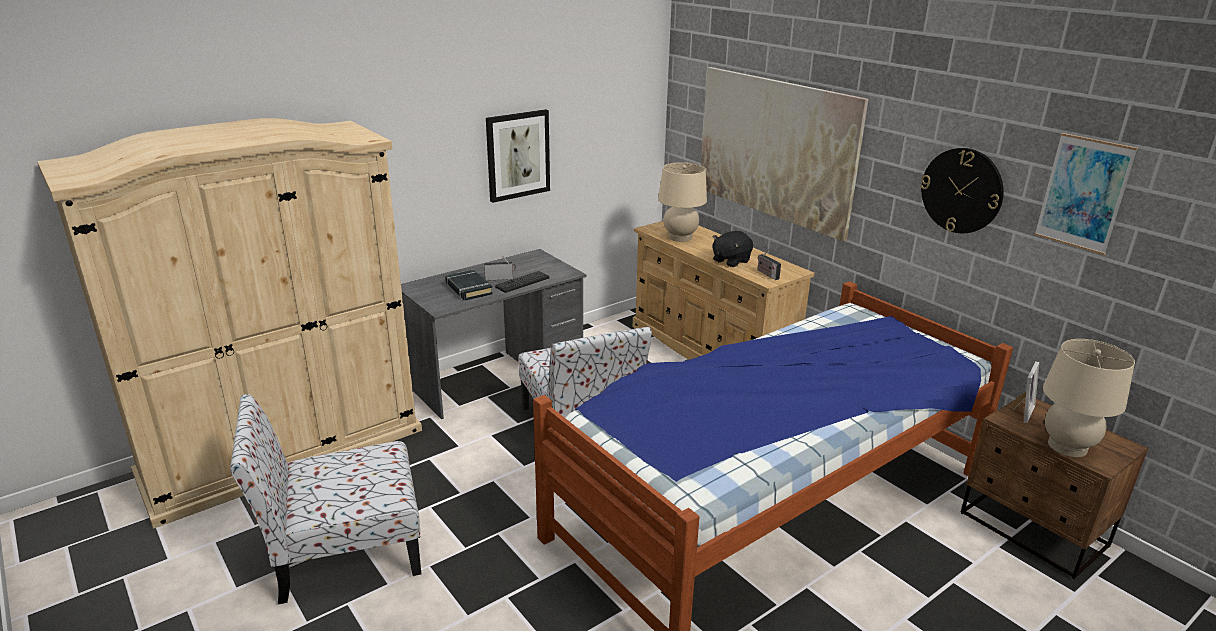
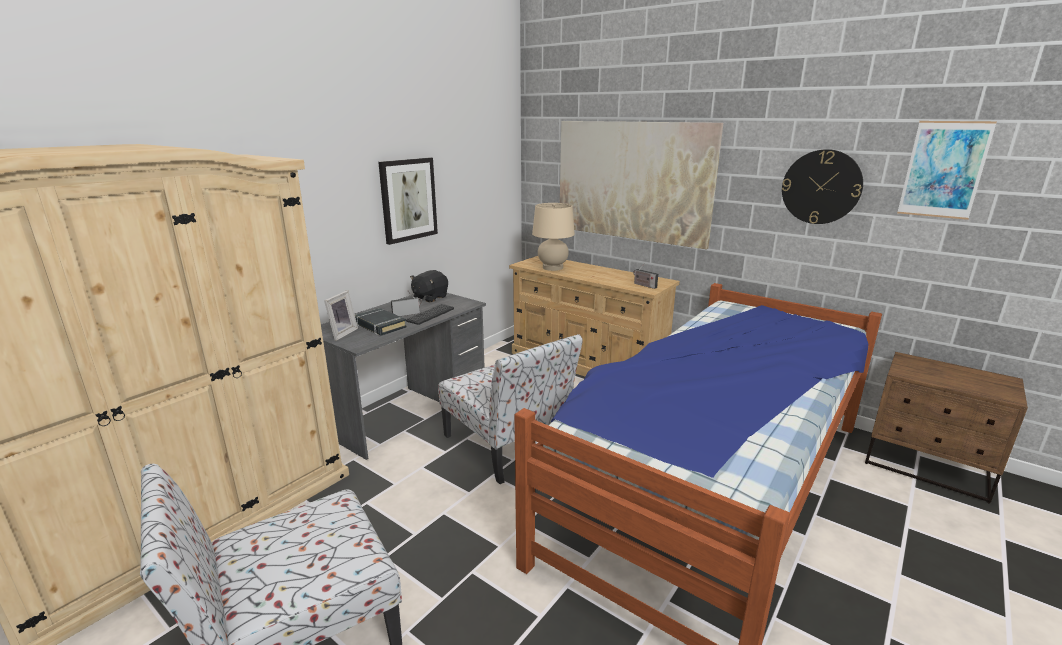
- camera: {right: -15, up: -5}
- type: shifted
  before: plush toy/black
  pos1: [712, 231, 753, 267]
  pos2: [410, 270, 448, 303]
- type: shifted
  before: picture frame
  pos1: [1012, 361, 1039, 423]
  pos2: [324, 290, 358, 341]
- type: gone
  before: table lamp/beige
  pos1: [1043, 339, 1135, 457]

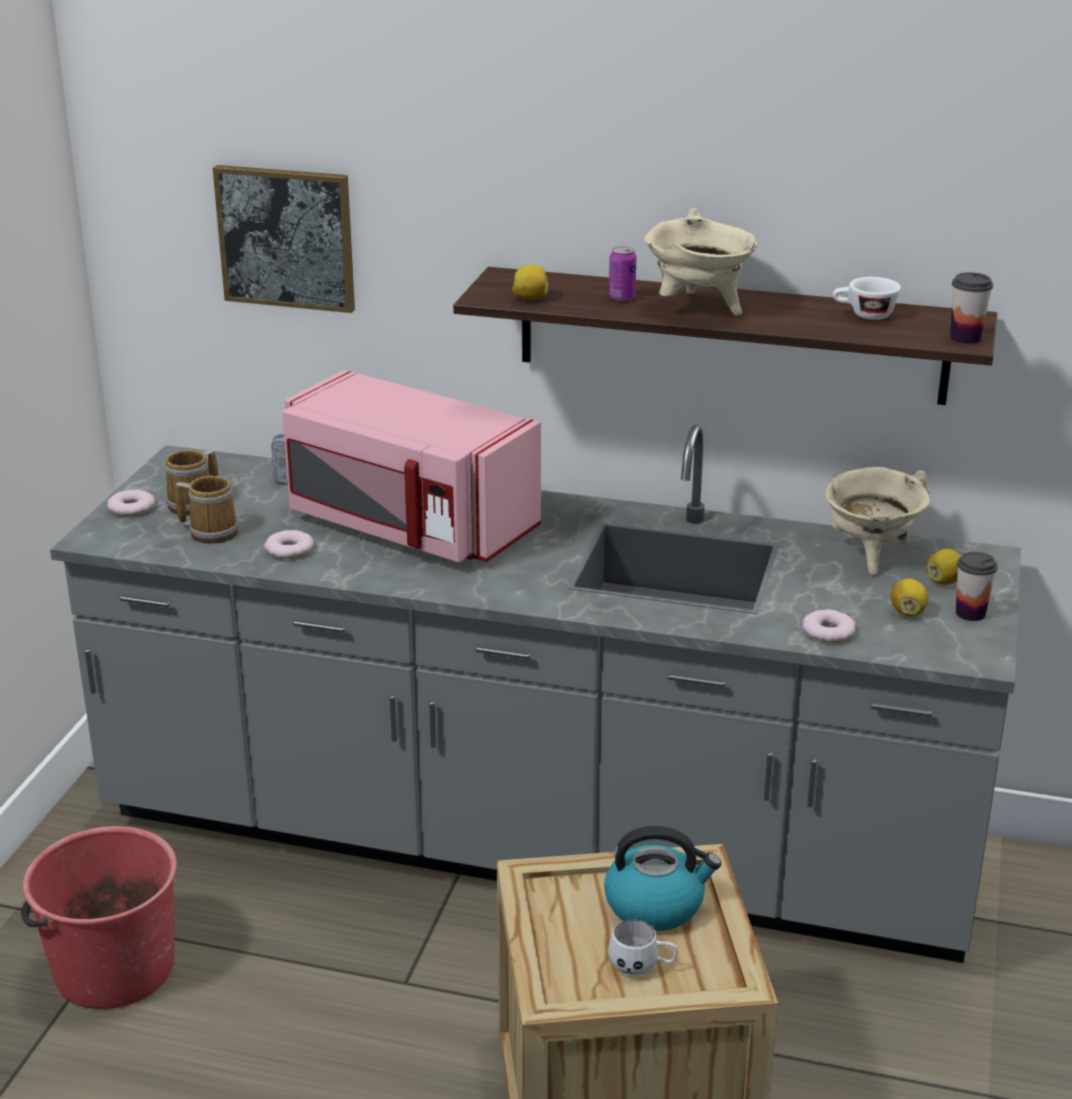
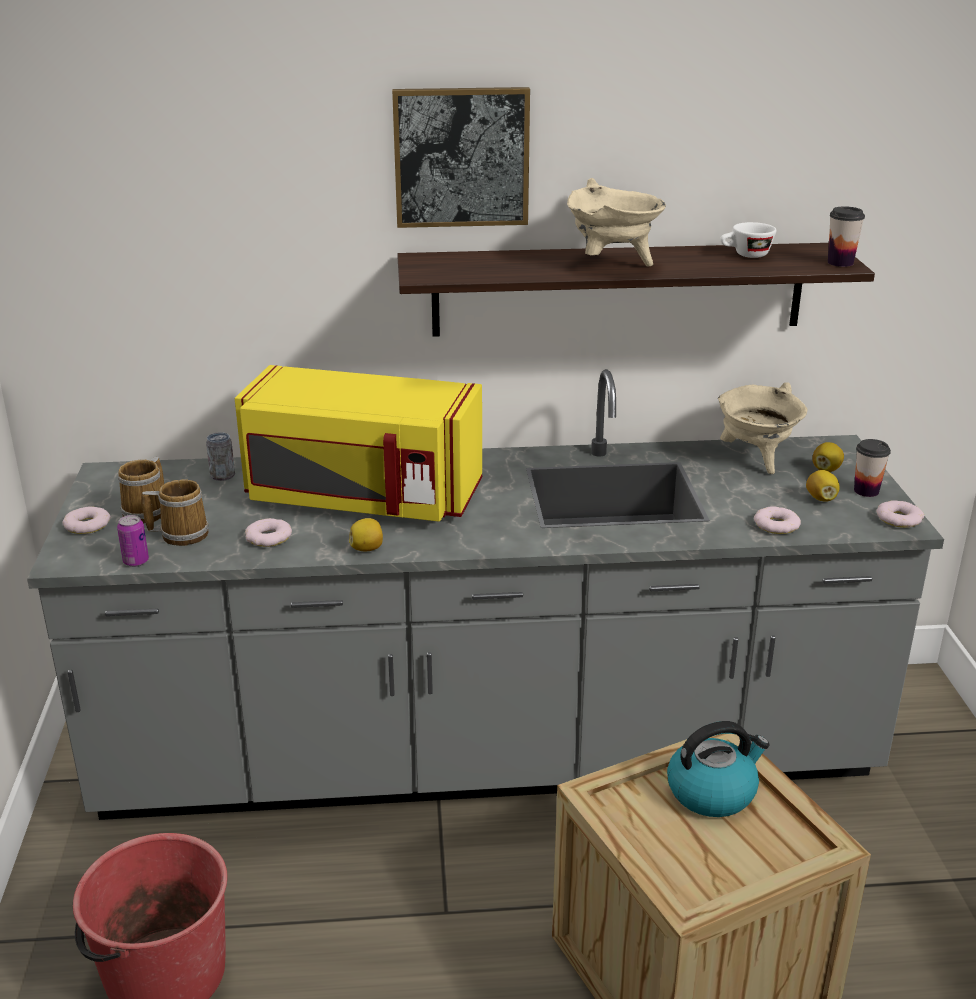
- camera: {right: -20, up: 0}
- type: shifted
  before: picture
  pos1: [213, 165, 355, 313]
  pos2: [392, 87, 530, 228]
- type: repainted
  before: microwave/pink
  after: microwave/yellow
  pos1: [282, 370, 541, 563]
  pos2: [235, 365, 482, 522]
- type: shifted
  before: lemon
  pos1: [513, 265, 548, 300]
  pos2: [349, 518, 383, 551]
- type: gone
  before: mug/white
  pos1: [608, 920, 678, 975]
- type: shifted
  before: can
  pos1: [609, 246, 636, 302]
  pos2: [117, 515, 149, 567]
- type: new
  after: donut
  pos2: [876, 500, 924, 528]

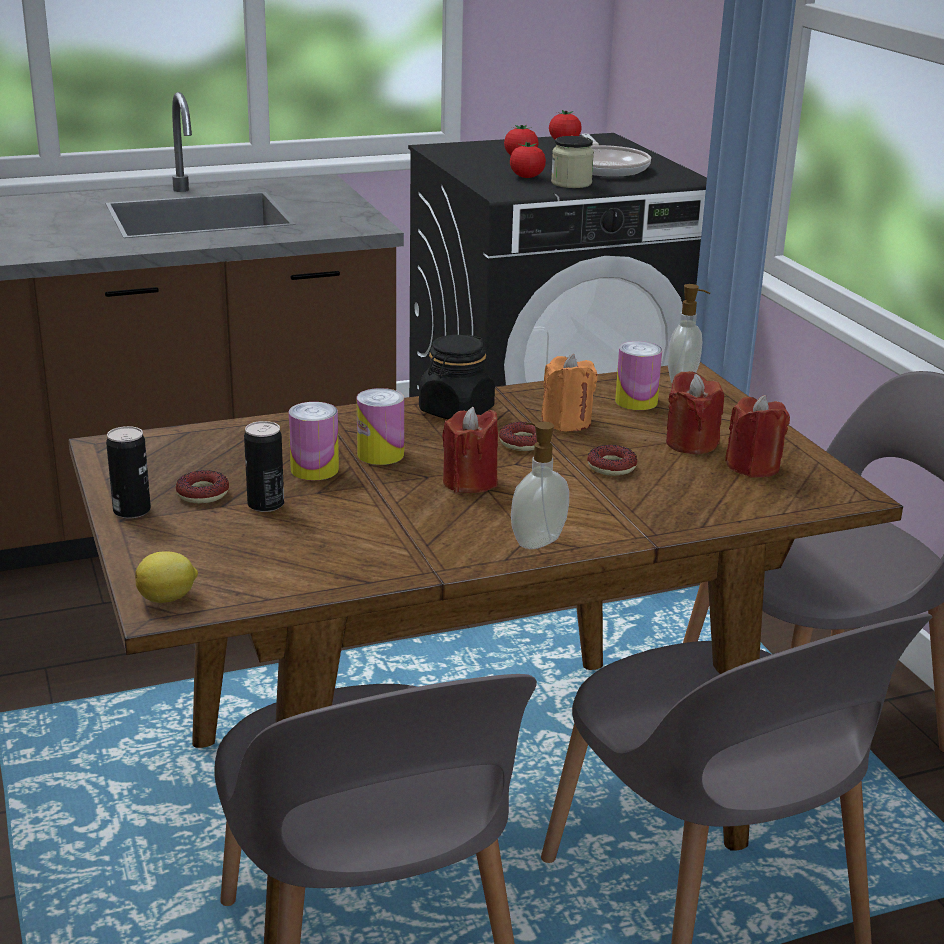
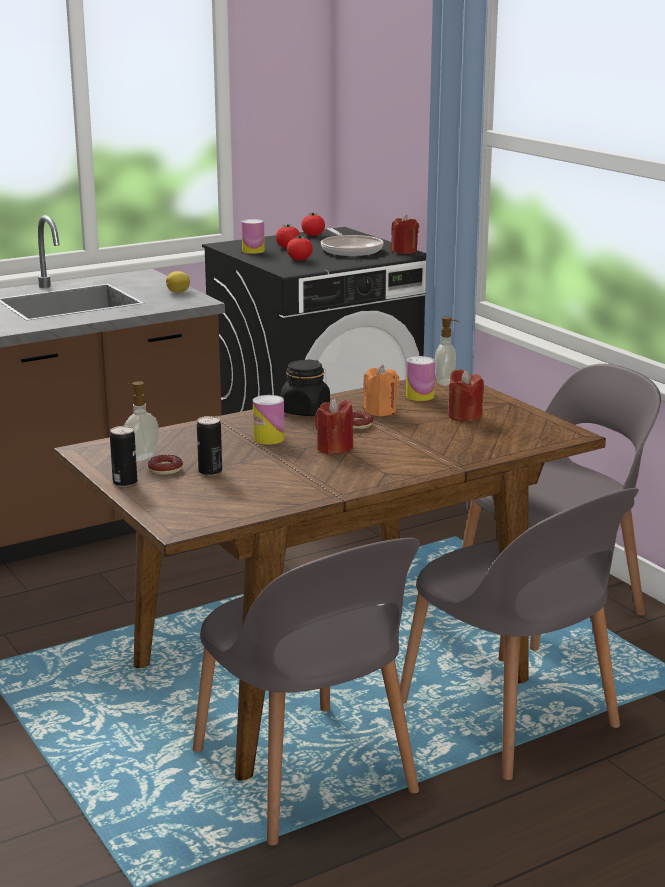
- camera: {right: -10, up: -5}
- type: shifted
  before: lemon
  pos1: [135, 551, 198, 603]
  pos2: [166, 271, 190, 293]
- type: shifted
  before: can
  pos1: [289, 402, 339, 480]
  pos2: [241, 219, 265, 254]
- type: shifted
  before: soap dispenser
  pos1: [511, 422, 569, 549]
  pos2: [124, 381, 159, 461]
- type: gone
  before: jar
  pos1: [551, 136, 594, 188]
- type: gone
  before: donut
  pos1: [587, 445, 637, 476]
- type: shifted
  before: candle/red
  pos1: [725, 395, 790, 478]
  pos2: [391, 214, 419, 254]

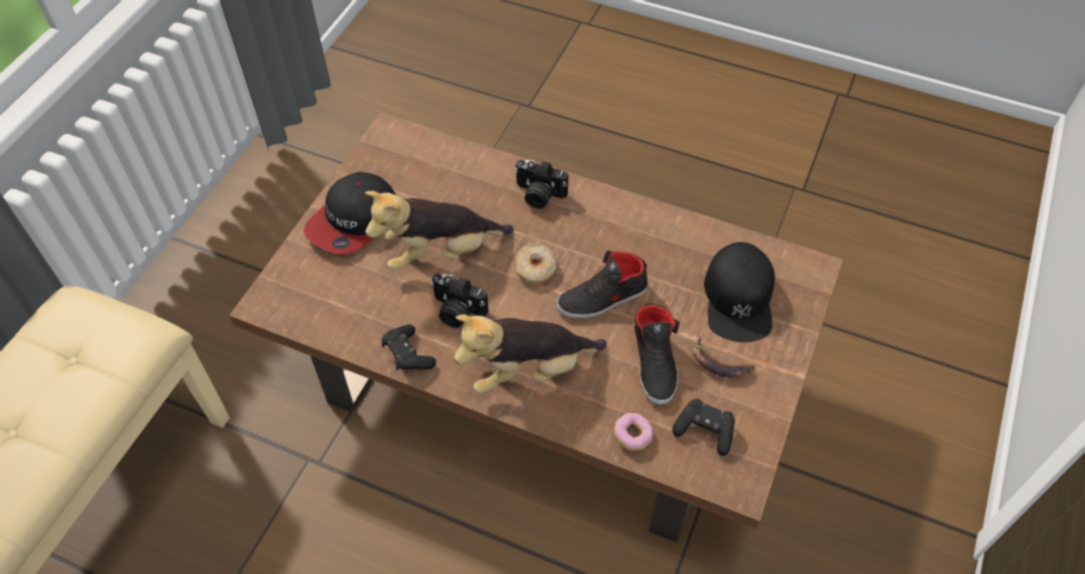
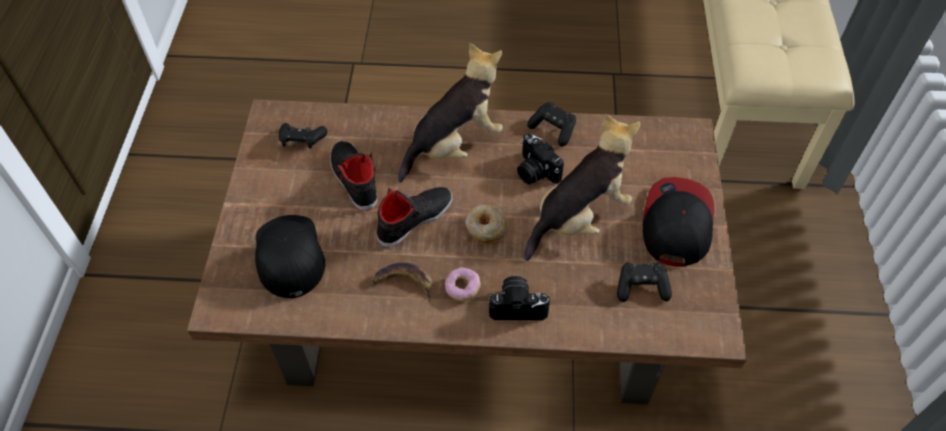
- camera: {right: 160, up: 0}
- type: rotated
  before: photo camera
  pos1: [431, 273, 489, 328]
  pos2: [517, 133, 564, 185]
  turn: -135
- type: shifted
  before: donut
  pos1: [614, 413, 653, 451]
  pos2: [445, 267, 481, 301]
- type: shifted
  before: banana
  pos1: [693, 336, 755, 378]
  pos2: [372, 263, 432, 302]
- type: new
  after: game controller/black
  pos2: [617, 262, 672, 302]

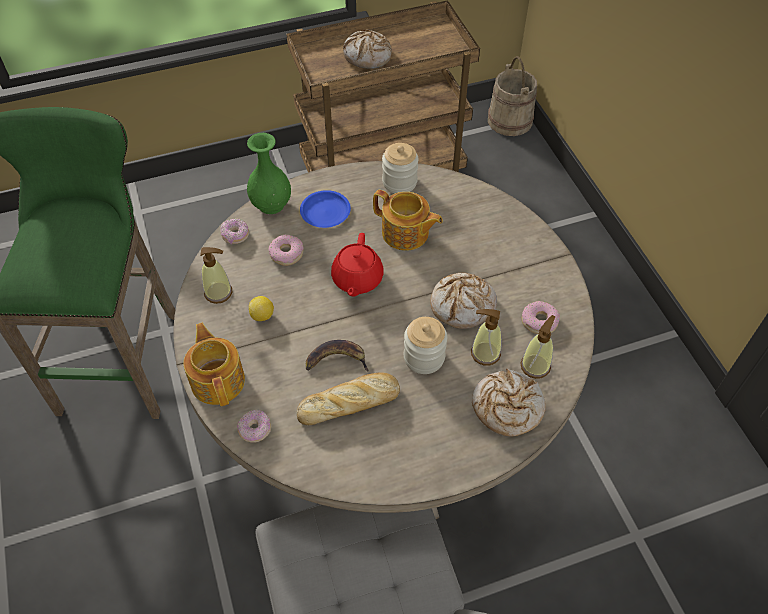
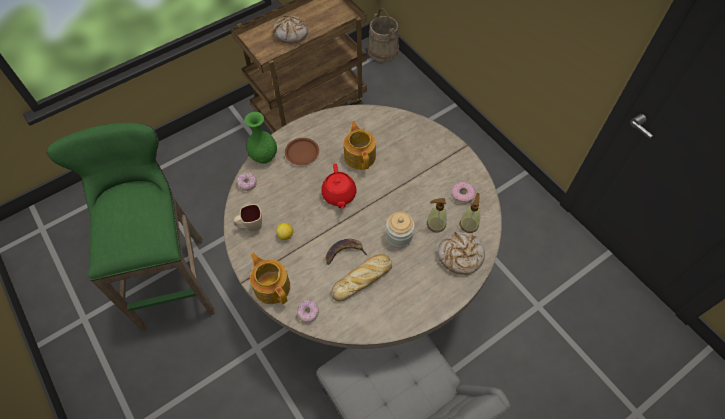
- camera: {right: -15, up: 5}
- type: swapped
  before: soap dispenser
  after: mug/beige
  pos1: [200, 247, 232, 304]
  pos2: [233, 204, 262, 231]
- type: gone
  before: donut
  pos1: [269, 235, 304, 266]
- type: repainted
  before: plate/blue
  after: plate/brown
  pos1: [300, 190, 351, 228]
  pos2: [285, 138, 319, 165]
- type: rotated
  before: teapot
  pos1: [373, 190, 443, 251]
  pos2: [344, 121, 376, 170]
  turn: -120
- type: gone
  before: jar
  pos1: [382, 143, 419, 193]
- type: gone
  before: bread
  pos1: [430, 273, 497, 329]

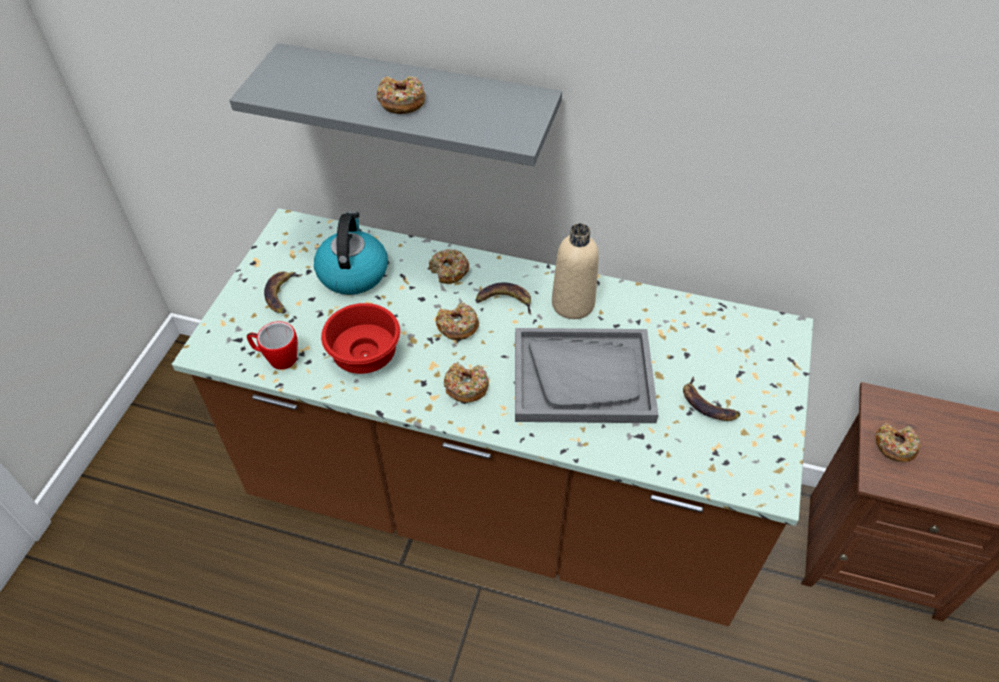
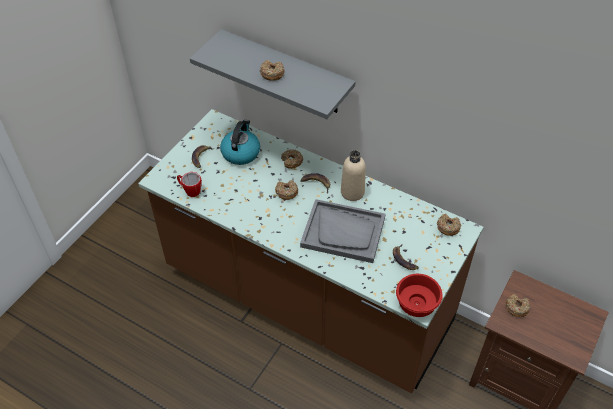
- camera: {right: 15, up: 0}
- type: shifted
  before: bowl/red
  pos1: [321, 303, 400, 374]
  pos2: [396, 274, 443, 317]
- type: shifted
  before: donut
  pos1: [444, 362, 489, 403]
  pos2: [437, 214, 461, 236]

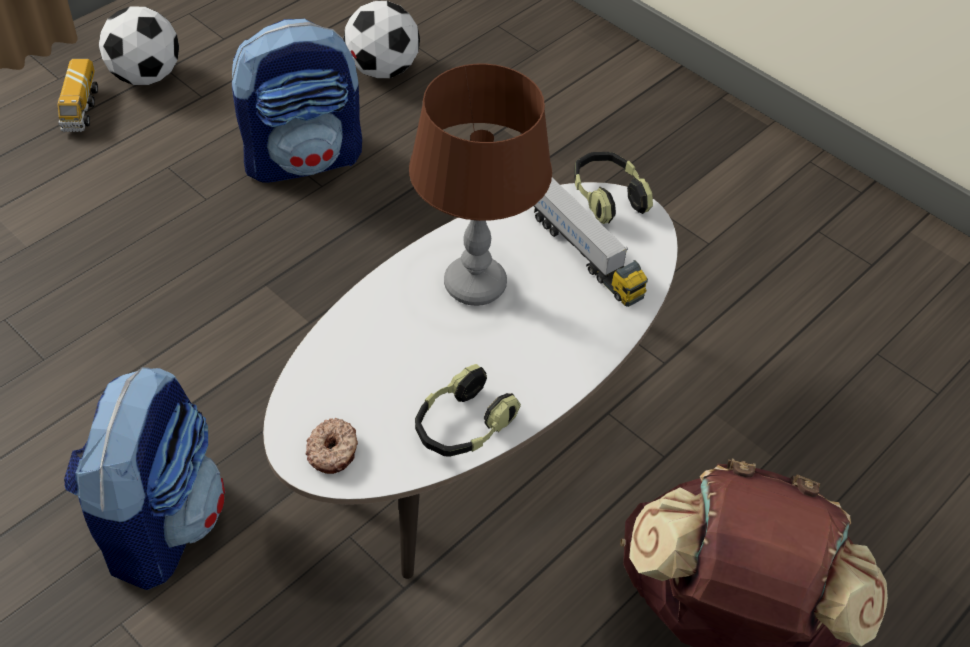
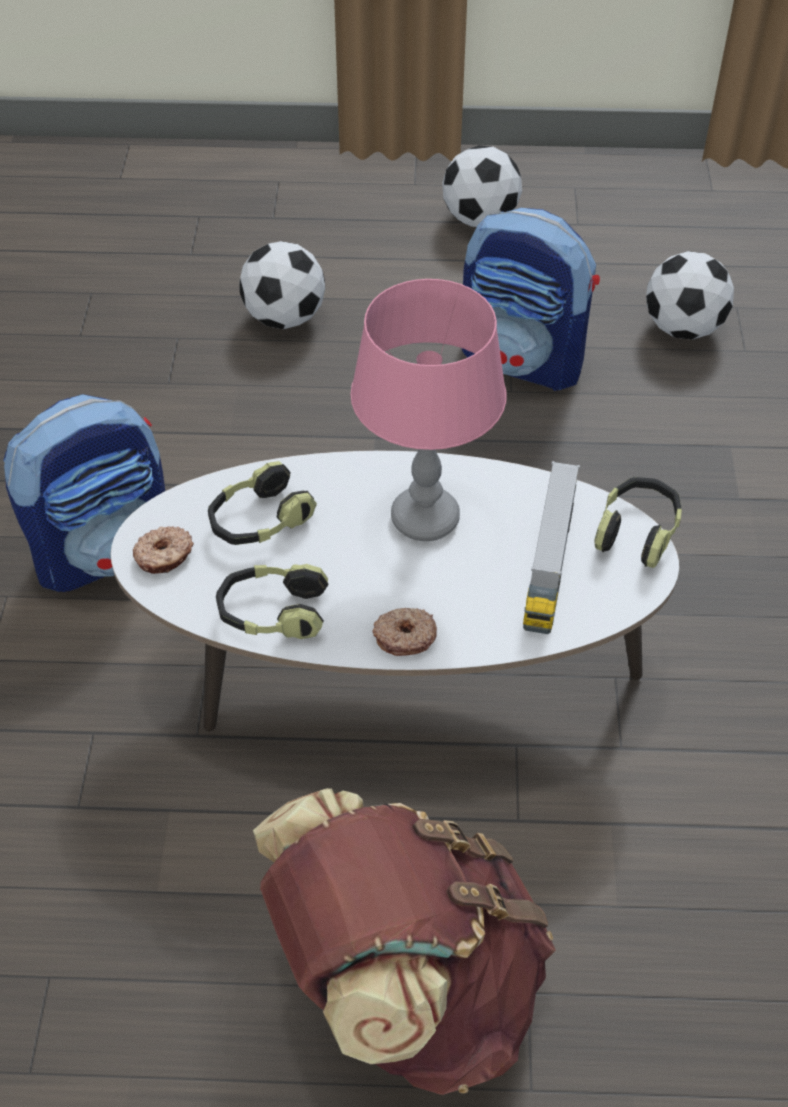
- camera: {right: 50, up: 0}
- type: gone
  before: toy truck
  pos1: [57, 59, 98, 132]
- type: repainted
  before: table lamp/brown
  after: table lamp/pink
  pos1: [409, 64, 552, 306]
  pos2: [350, 279, 507, 541]
- type: new
  after: headphones
  pos2: [208, 461, 317, 545]
- type: new
  after: football
  pos2: [239, 241, 325, 329]
- type: new
  after: donut
  pos2: [372, 608, 437, 656]

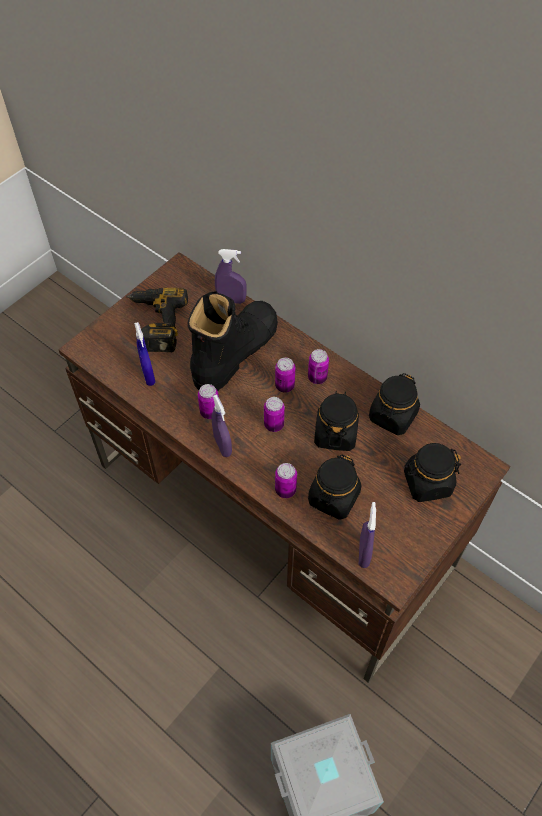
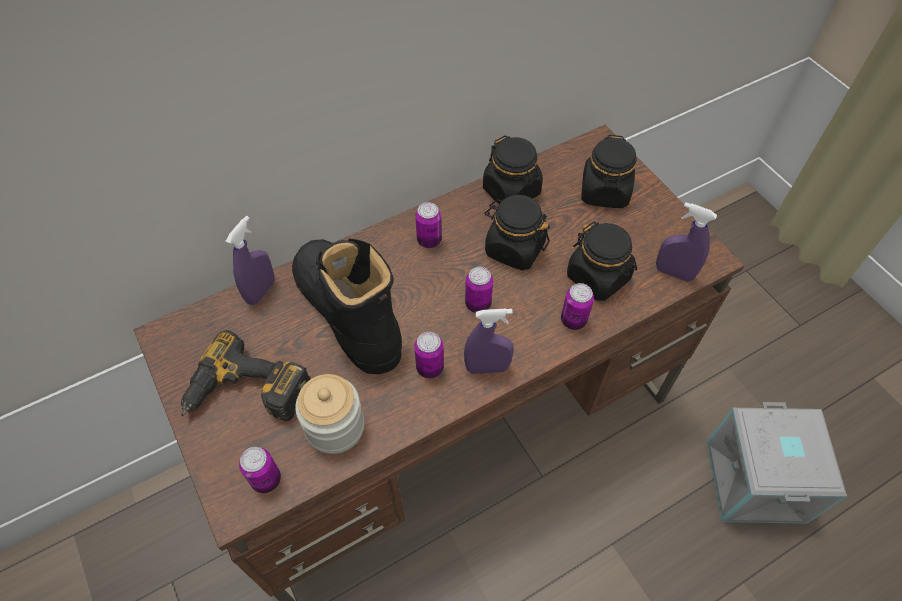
- camera: {right: -70, up: 0}
- type: swapped
  before: spray bottle/blue
  after: jar
  pos1: [134, 322, 155, 386]
  pos2: [295, 374, 364, 454]
- type: shifted
  before: can
  pos1: [275, 358, 295, 393]
  pos2: [239, 447, 281, 493]

